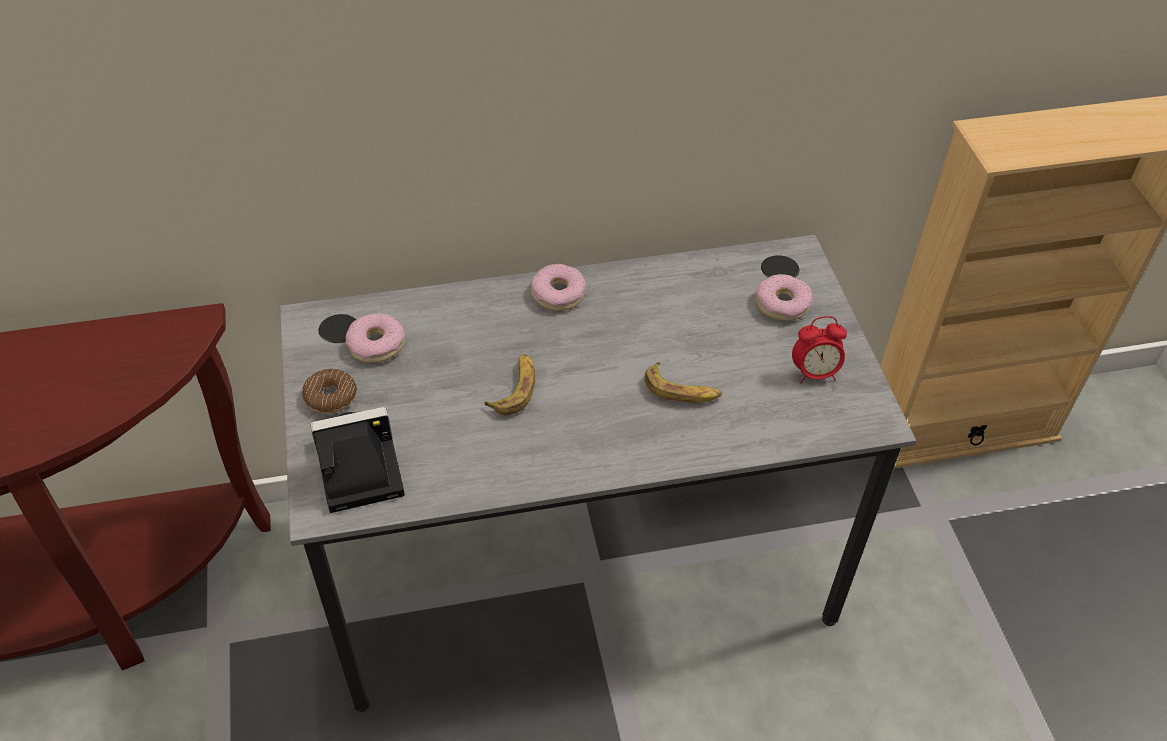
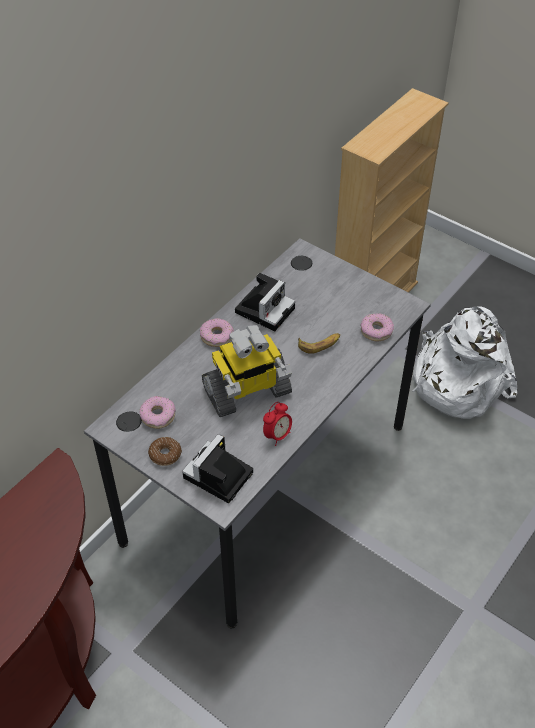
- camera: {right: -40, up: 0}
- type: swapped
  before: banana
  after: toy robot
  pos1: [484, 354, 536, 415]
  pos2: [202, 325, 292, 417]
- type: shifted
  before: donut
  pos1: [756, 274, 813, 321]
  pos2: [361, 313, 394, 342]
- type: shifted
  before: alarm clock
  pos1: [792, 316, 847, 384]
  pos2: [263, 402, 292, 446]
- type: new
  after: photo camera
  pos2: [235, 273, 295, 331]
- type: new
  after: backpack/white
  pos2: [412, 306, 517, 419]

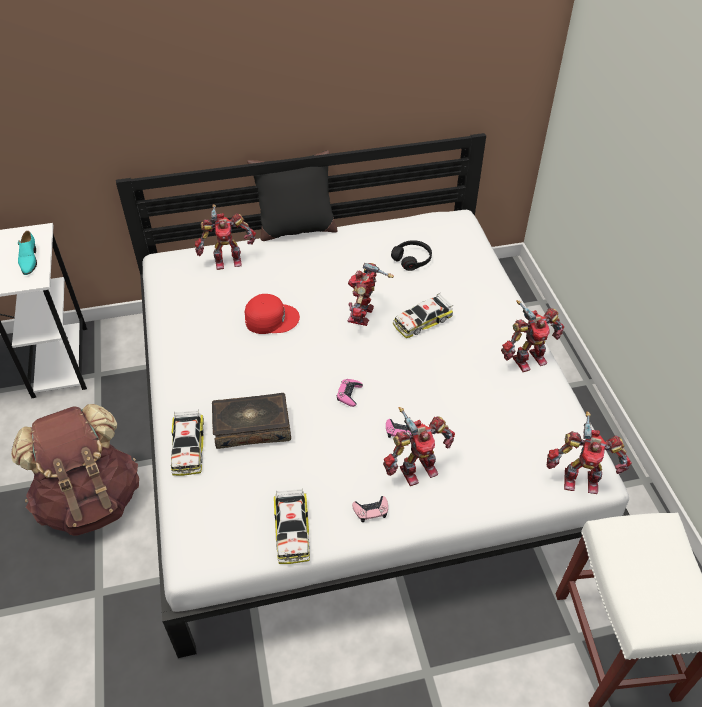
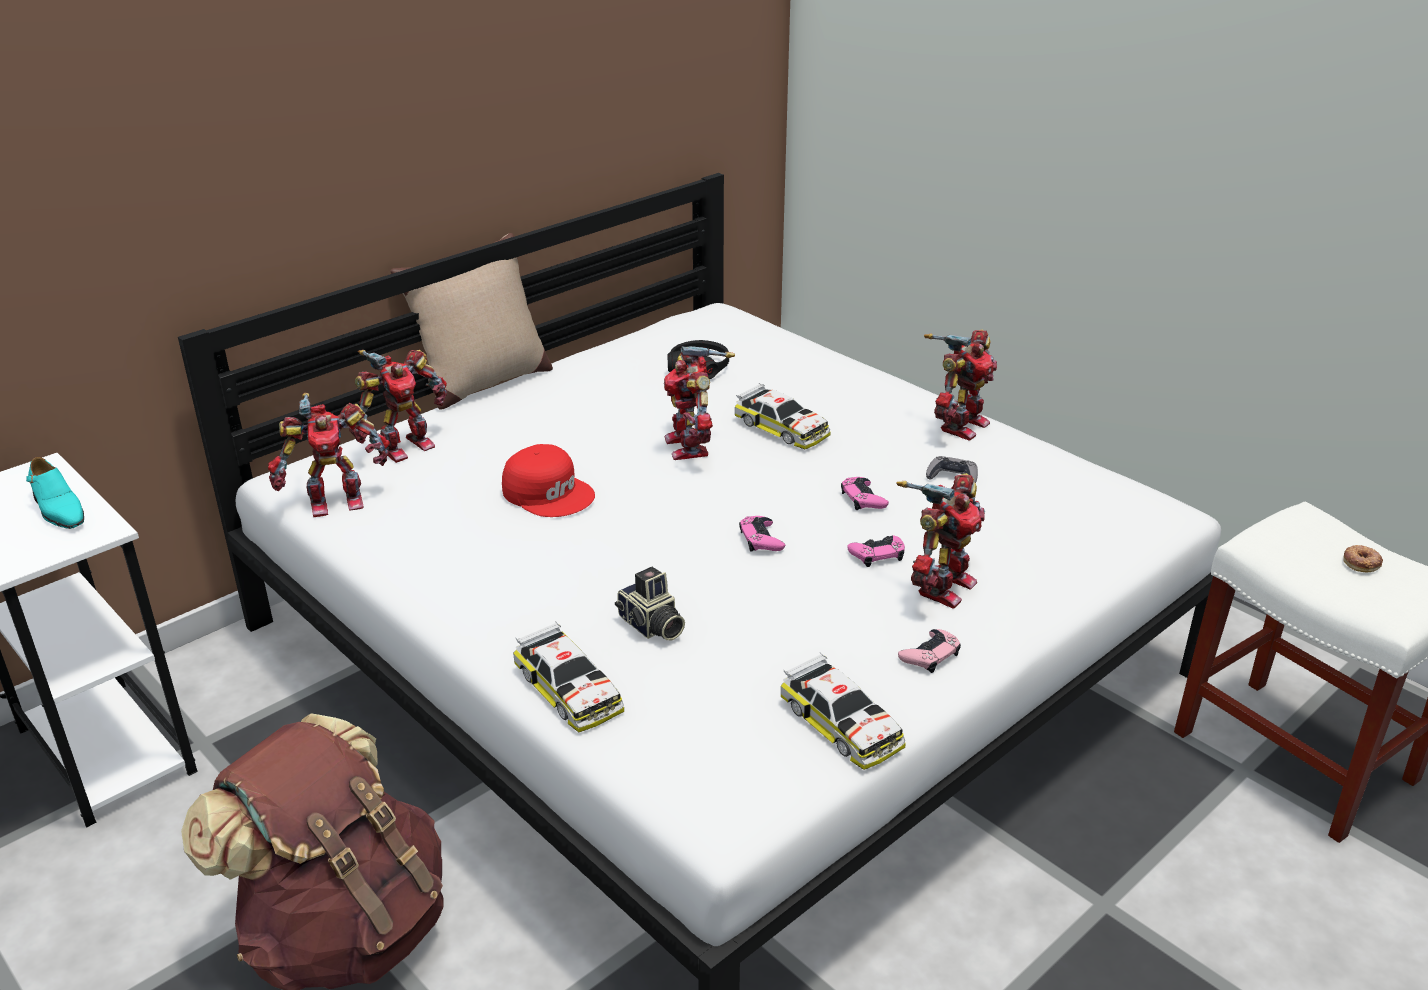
- camera: {right: -30, up: -15}
- type: swapped
  before: book
  after: photo camera
  pos1: [212, 393, 291, 449]
  pos2: [615, 567, 685, 640]
- type: rotated
  before: cap/red
  pos1: [244, 294, 300, 334]
  pos2: [502, 444, 595, 517]
  turn: 75
- type: repainted
  before: pillow/black
  after: pillow/beige
  pos1: [247, 150, 337, 241]
  pos2: [390, 233, 553, 410]
- type: rotated
  before: toy car
  pos1: [393, 293, 453, 338]
  pos2: [735, 383, 831, 449]
  turn: -75
- type: shifted
  before: toy robot
  pos1: [547, 411, 632, 494]
  pos2: [268, 393, 390, 517]
- type: new
  after: game controller/pink
  pos2: [841, 477, 889, 510]
- type: new
  after: game controller/grey
  pos2: [926, 456, 978, 483]
- type: new
  after: donut
  pos2: [1343, 545, 1383, 572]

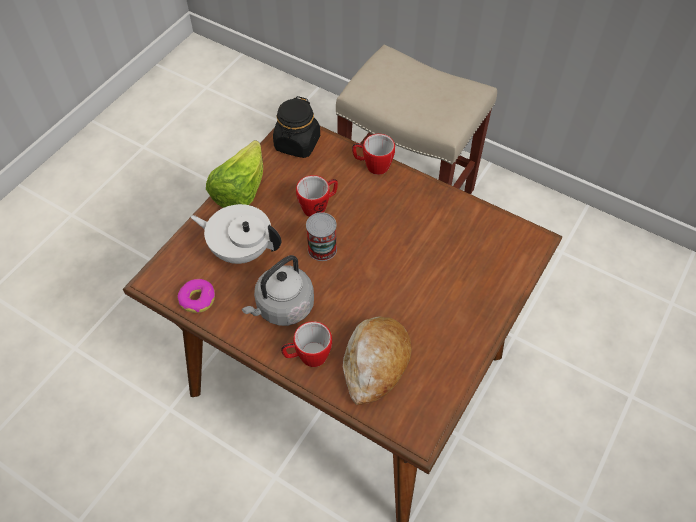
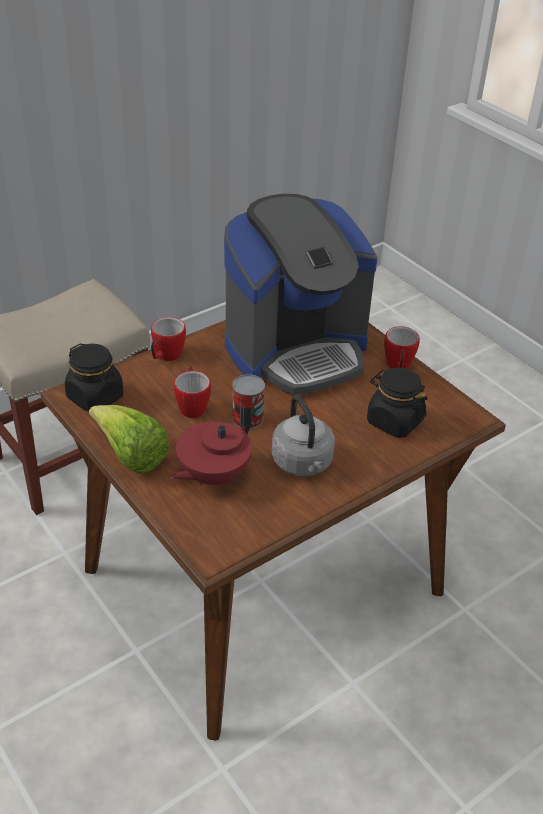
- camera: {right: -70, up: -15}
- type: gone
  before: donut
  pos1: [178, 279, 215, 313]
- type: repainted
  before: teapot/white
  after: teapot/red
  pos1: [191, 204, 281, 264]
  pos2: [170, 406, 252, 486]
- type: shifted
  before: mug
  pos1: [281, 321, 332, 367]
  pos2: [384, 326, 420, 369]
- type: swapped
  before: bread
  after: jar/black
  pos1: [343, 316, 412, 405]
  pos2: [367, 368, 427, 438]
- type: new
  after: coffee machine
  pos2: [224, 194, 378, 395]

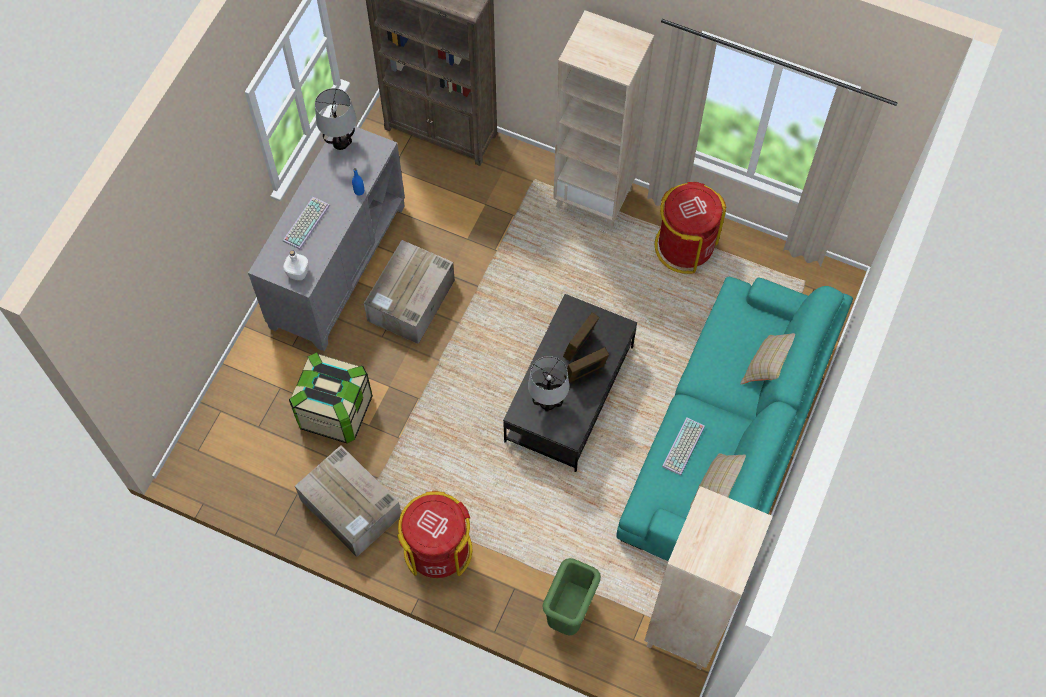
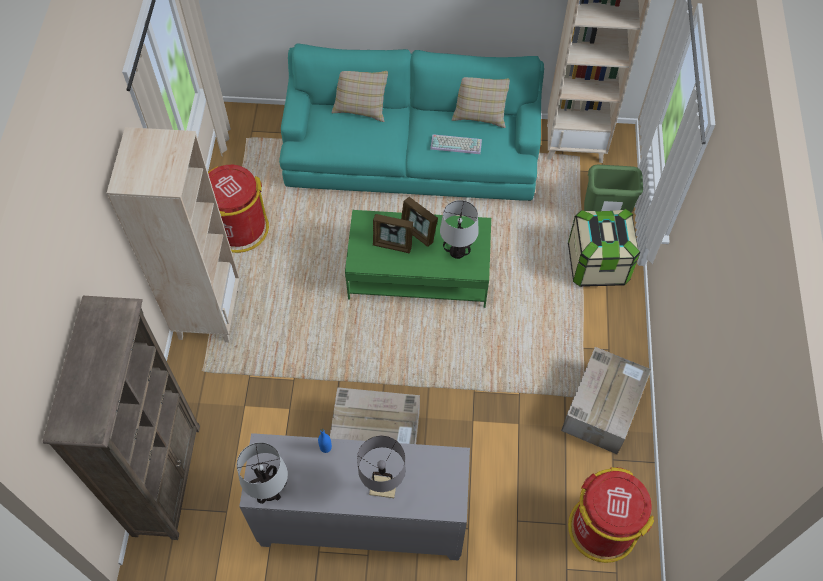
- camera: {right: -110, up: -5}
- type: swapped
  before: keyboard
  after: table lamp/grey
  pos1: [283, 197, 330, 250]
  pos2: [357, 436, 406, 498]
- type: gone
  before: bottle/white
  pos1: [283, 250, 309, 280]
- type: shifted
  before: storage box
  pos1: [289, 352, 373, 444]
  pos2: [568, 209, 640, 287]
- type: shifted
  before: trash can/red
  pos1: [397, 491, 472, 578]
  pos2: [568, 467, 654, 563]
- type: repainted
  before: coffee table/black
  after: coffee table/green
  pos1: [503, 294, 637, 472]
  pos2: [345, 210, 491, 308]

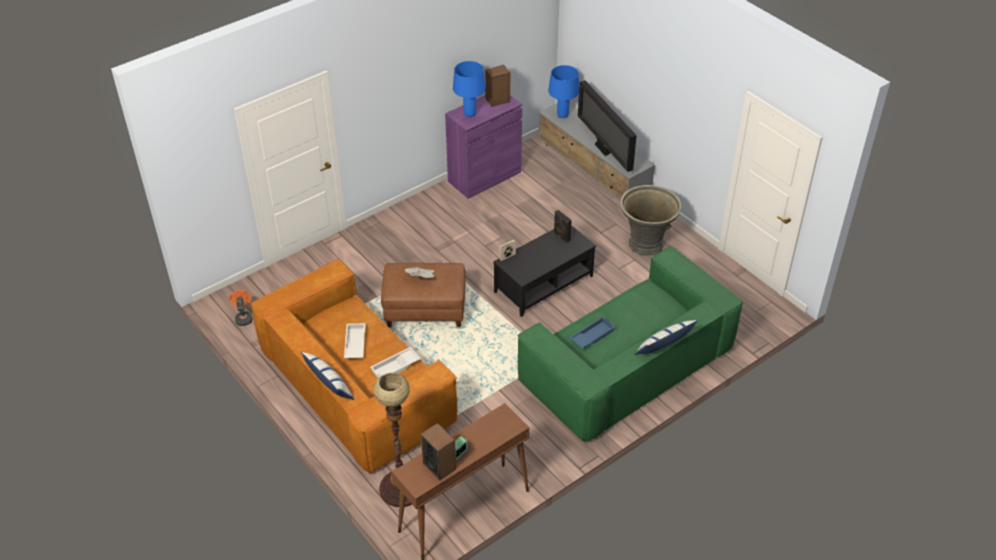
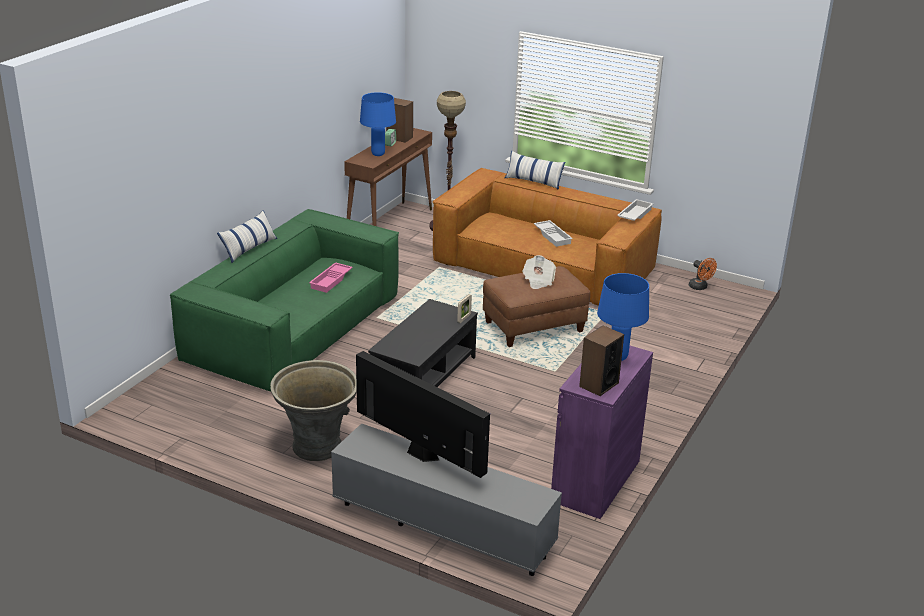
- camera: {right: 155, up: -15}
- type: shifted
  before: tray/white
  pos1: [370, 347, 421, 378]
  pos2: [617, 199, 653, 221]
- type: shifted
  before: table lamp/blue
  pos1: [548, 65, 579, 118]
  pos2: [360, 92, 396, 156]
- type: gone
  before: speaker/black
  pos1: [554, 210, 572, 243]
- type: repainted
  before: tray/blue
  after: tray/pink
  pos1: [569, 316, 616, 349]
  pos2: [309, 262, 353, 293]

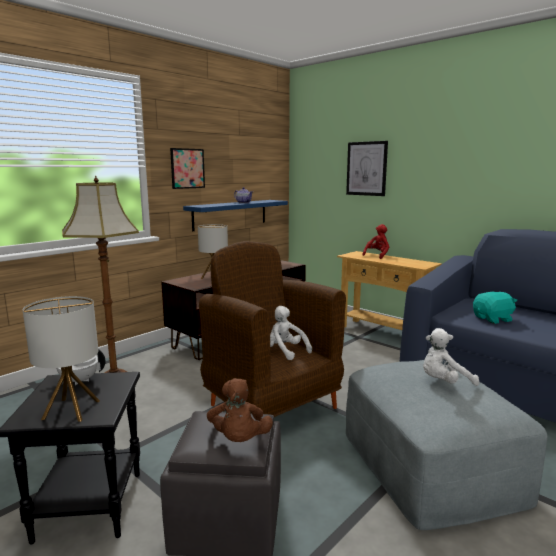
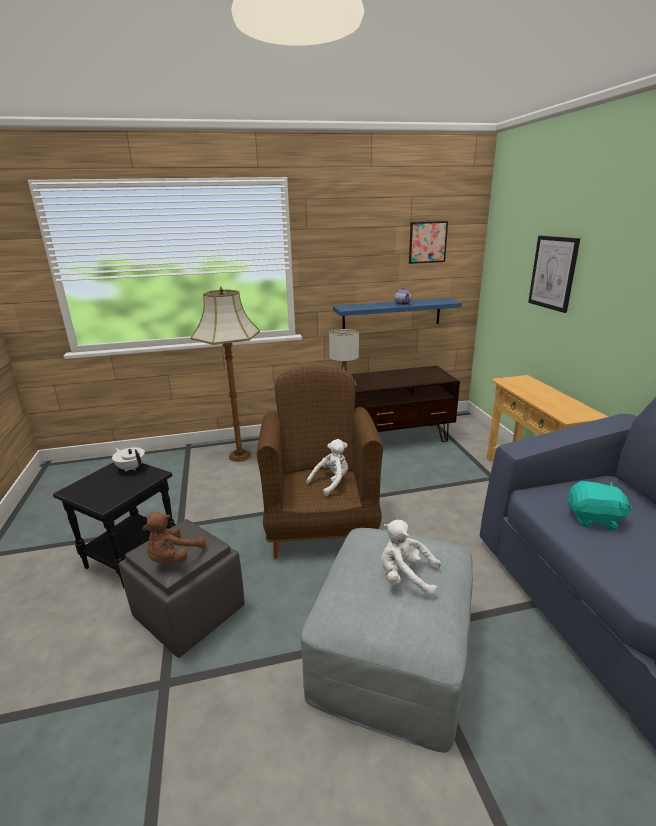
- camera: {right: 35, up: 10}
- type: gone
  before: table lamp
  pos1: [23, 296, 100, 422]
- type: shifted
  before: picture
  pos1: [170, 148, 205, 189]
  pos2: [409, 221, 448, 264]
- type: rotated
  before: plush toy/white
  pos1: [270, 306, 312, 360]
  pos2: [306, 439, 348, 496]
  turn: 60
- type: gone
  before: plush toy/red
  pos1: [362, 224, 389, 259]

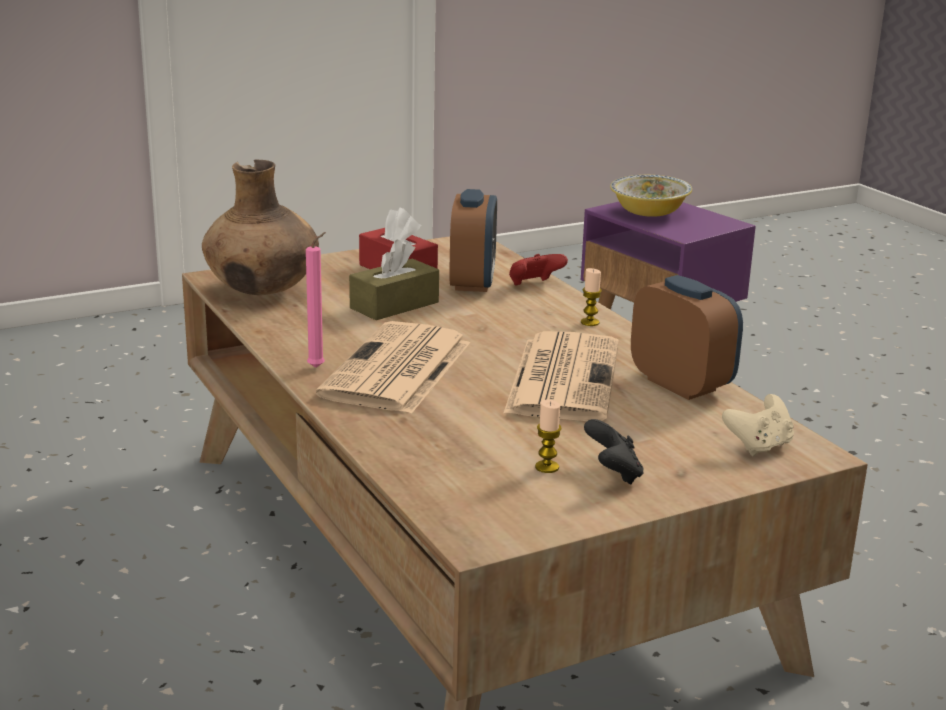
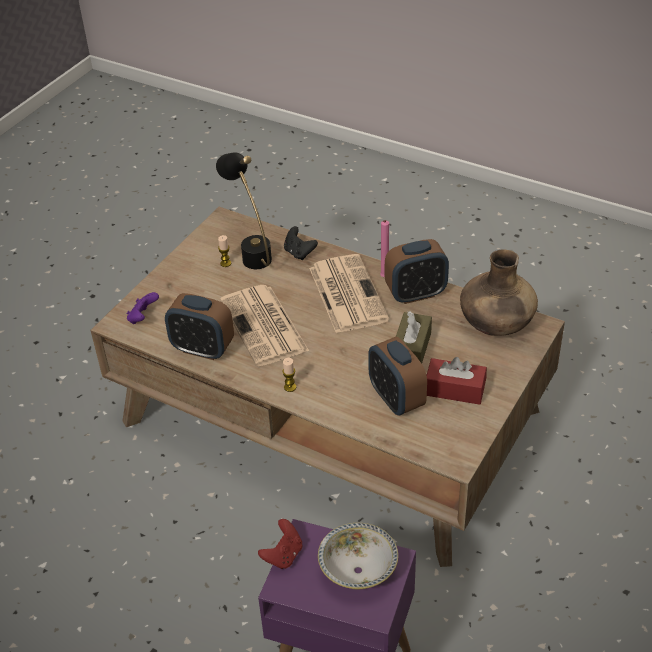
- camera: {right: 150, up: 20}
- type: shifted
  before: game controller/red
  pos1: [509, 254, 568, 286]
  pos2: [258, 519, 302, 569]
- type: shifted
  before: game controller/black
  pos1: [584, 419, 644, 484]
  pos2: [284, 226, 318, 260]
- type: repainted
  before: game controller/beige
  after: game controller/purple
  pos1: [722, 394, 794, 456]
  pos2: [126, 292, 159, 324]
- type: new
  after: table lamp/black
  pos2: [216, 153, 272, 269]
- type: new
  after: alarm clock
  pos2: [385, 239, 449, 304]

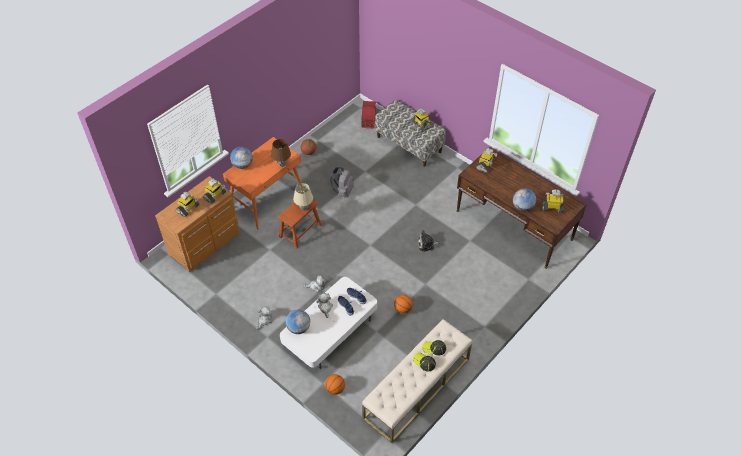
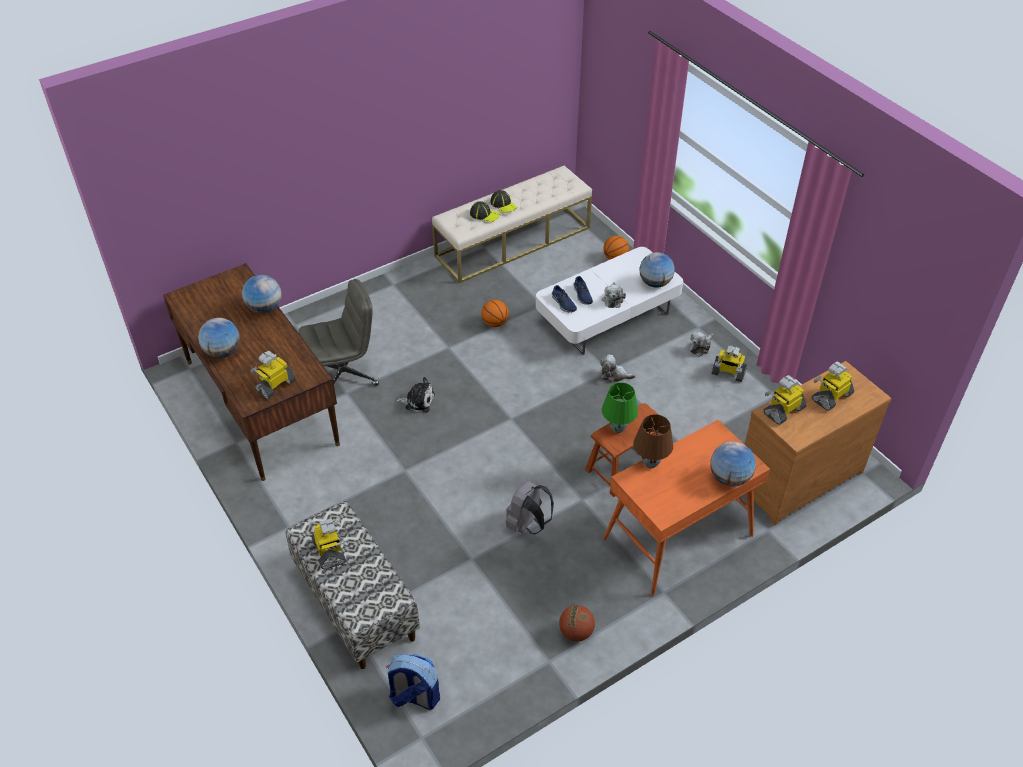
- camera: {right: -165, up: -5}
- type: repainted
  before: table lamp/beige
  after: table lamp/green
  pos1: [293, 183, 313, 211]
  pos2: [602, 383, 638, 433]
- type: swapped
  before: storage box/red
  after: backpack
  pos1: [361, 101, 376, 128]
  pos2: [386, 654, 440, 710]
- type: shifted
  before: toy robot
  pos1: [542, 189, 564, 213]
  pos2: [711, 346, 747, 382]
- type: new
  after: globe
  pos2: [198, 318, 240, 358]
- type: new
  after: office chair/grey
  pos2: [299, 279, 379, 386]

